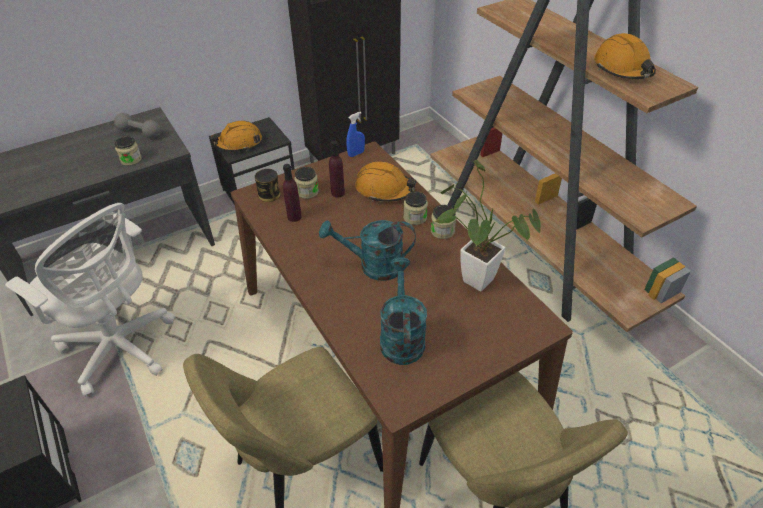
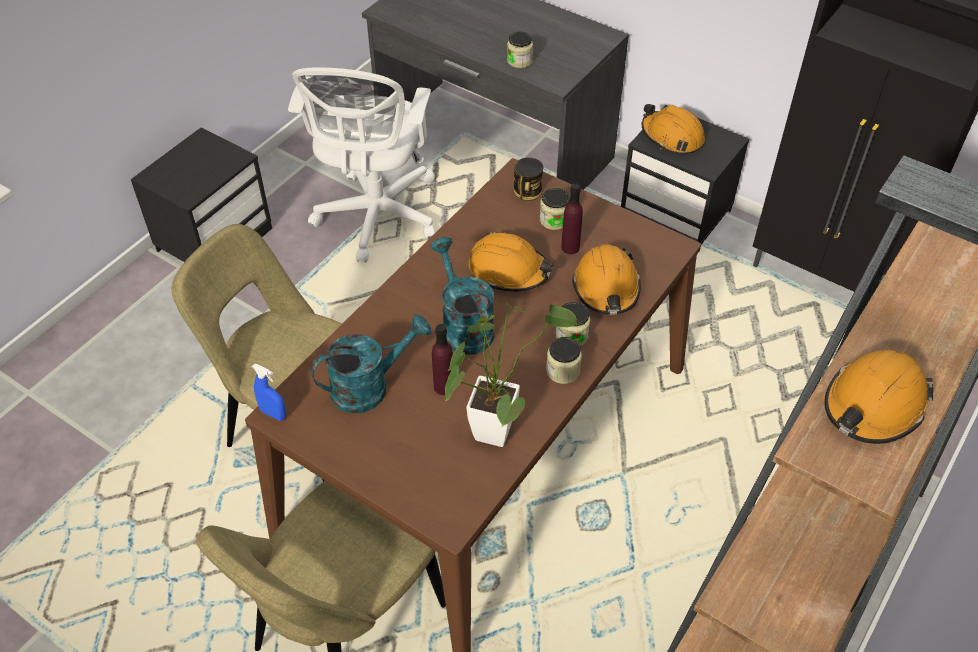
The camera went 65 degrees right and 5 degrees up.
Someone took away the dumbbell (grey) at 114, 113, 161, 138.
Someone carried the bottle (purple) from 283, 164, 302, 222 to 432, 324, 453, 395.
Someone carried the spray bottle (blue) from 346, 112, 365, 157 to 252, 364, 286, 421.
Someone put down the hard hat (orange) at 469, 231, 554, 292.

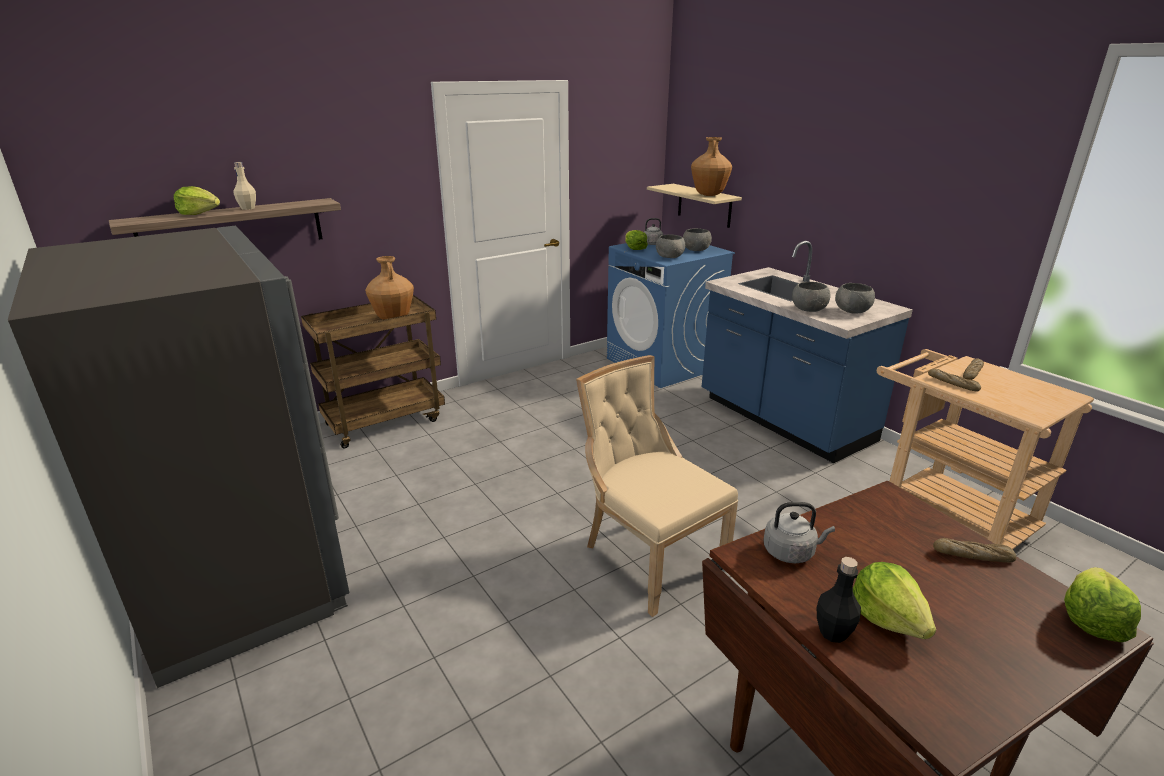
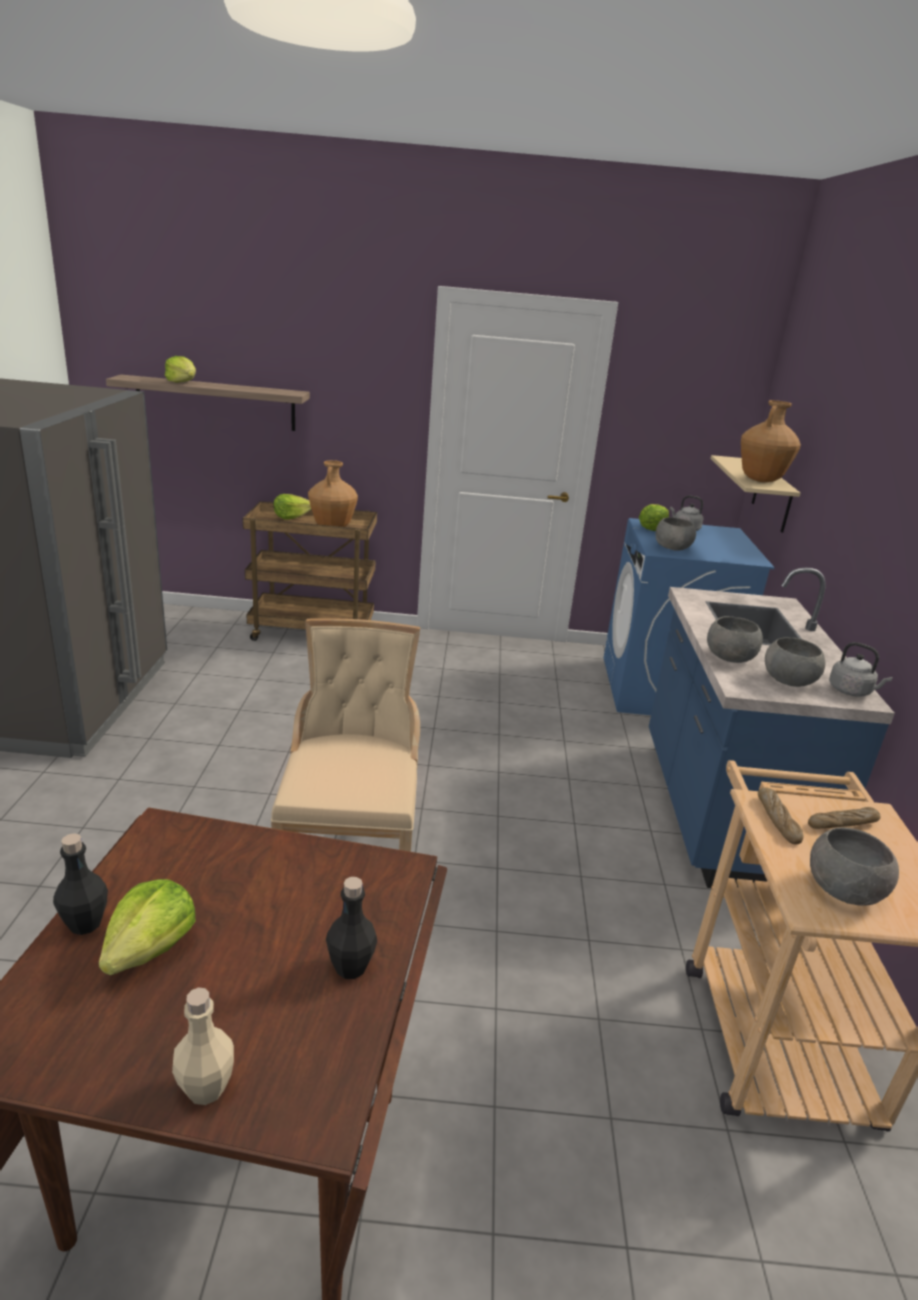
The camera went 35 degrees right and 0 degrees up.
Someone carried the bottle (beige) from 234, 162, 256, 210 to 172, 987, 234, 1105.
Someone carried the bowl (grey) from 683, 228, 712, 251 to 810, 827, 899, 906.
Someone carried the kettle (grey) from 763, 502, 835, 563 to 829, 642, 893, 697.
Someone swapped the bread at 933, 538, 1016, 563 for the bottle (black) at 326, 877, 377, 979.
Someone carried the lettuce from 1064, 567, 1141, 642 to 273, 494, 311, 520.

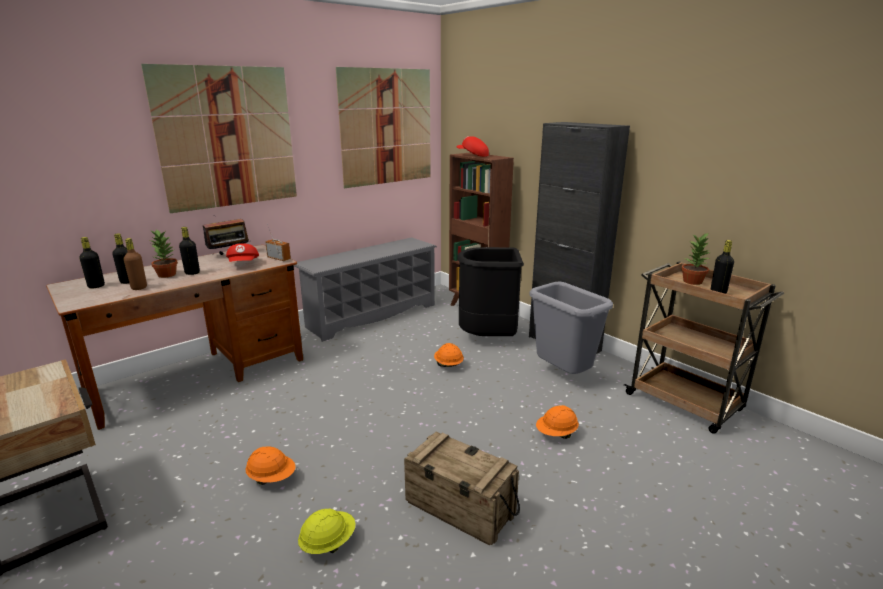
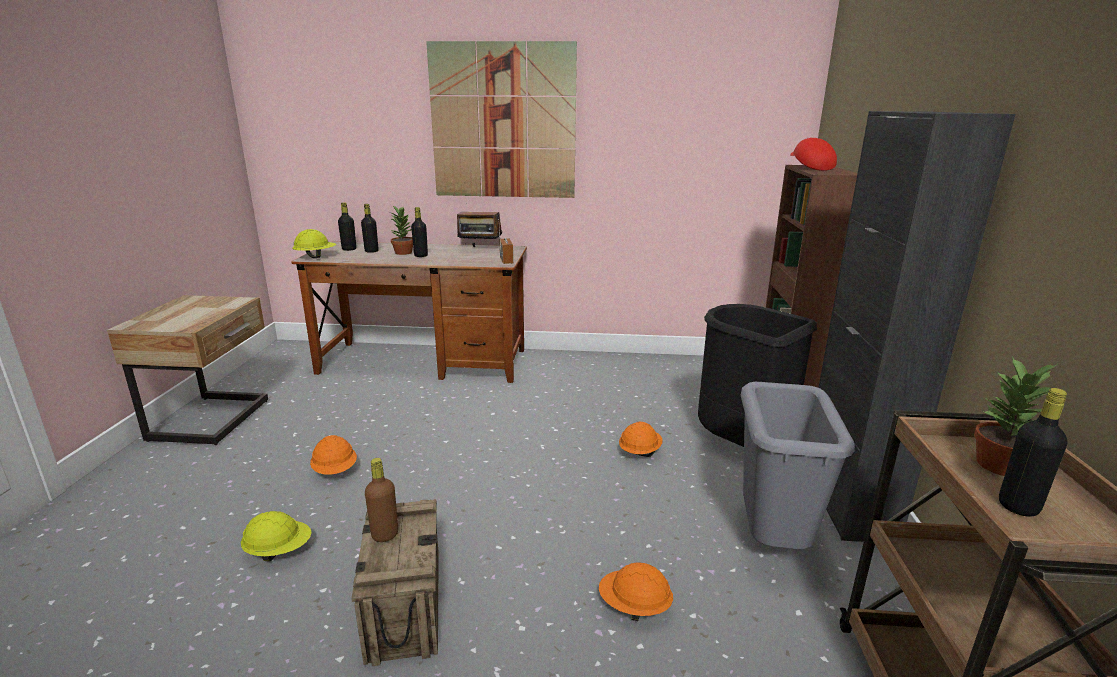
The camera went 45 degrees right and 0 degrees up.
Someone carried the bottle (brown) from 124, 238, 147, 290 to 365, 458, 398, 542.
Someone took away the cap (red) at 226, 243, 259, 262.
Someone took away the shoe rack (grey) at 294, 237, 437, 342.
Someone took away the picture at 336, 67, 431, 188.
Someone put down the hard hat (yellow) at 292, 229, 336, 258.

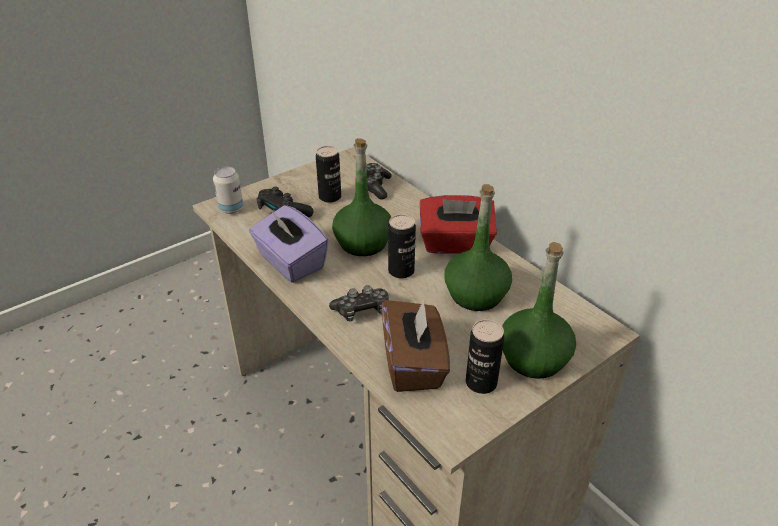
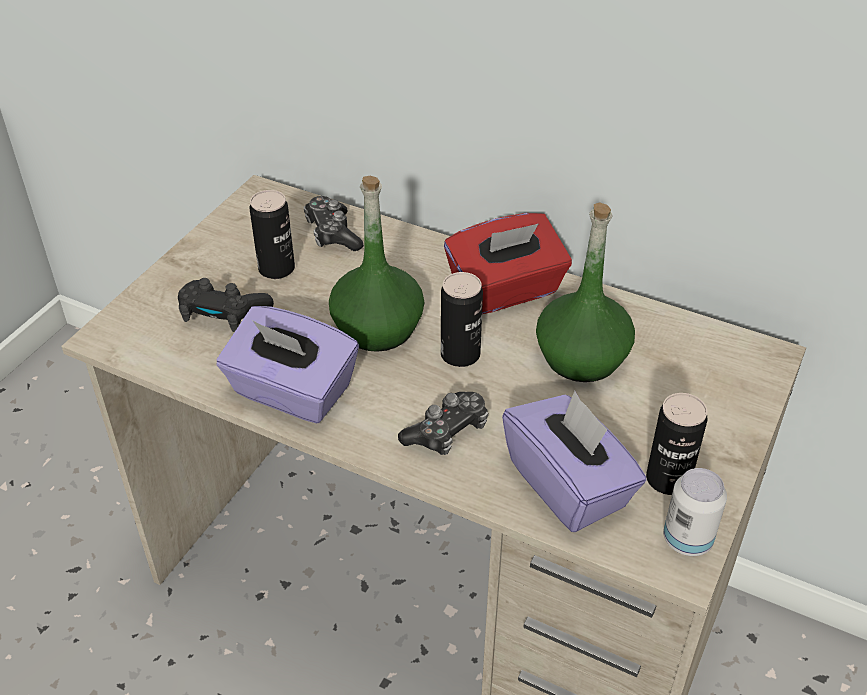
The camera went 25 degrees left and 5 degrees up.
Someone carried the can from 213, 167, 243, 214 to 663, 468, 727, 556.
Someone repainted the tissue box (brown) at 382, 298, 450, 392, which became the tissue box (purple) at 502, 391, 647, 532.
Someone took away the bottle (green) at 502, 242, 576, 379.

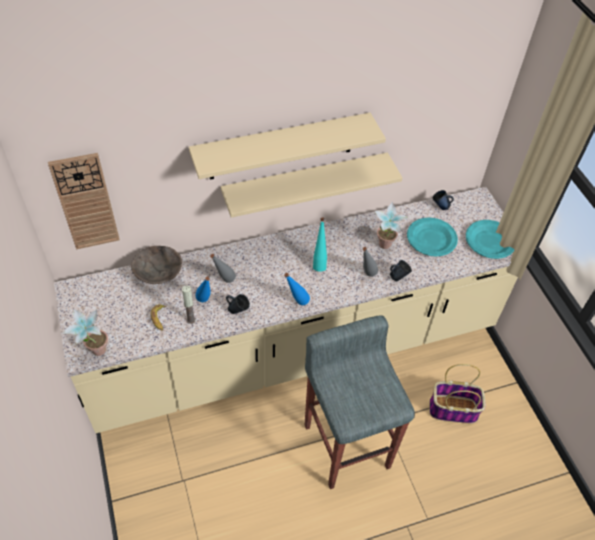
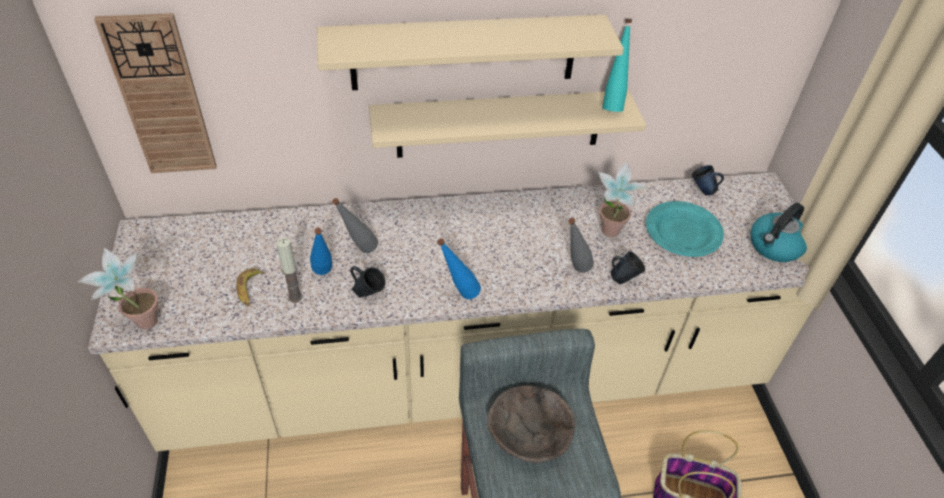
The camera went 10 degrees right and 5 degrees down.
Someone carried the bowl (brown) from 131, 246, 182, 284 to 487, 385, 575, 463.
Someone carried the bottle (turquoise) from 313, 218, 327, 272 to 602, 18, 633, 112.
Someone swapped the plate (turquoise) at 466, 220, 514, 259 for the kettle at 750, 203, 807, 262.

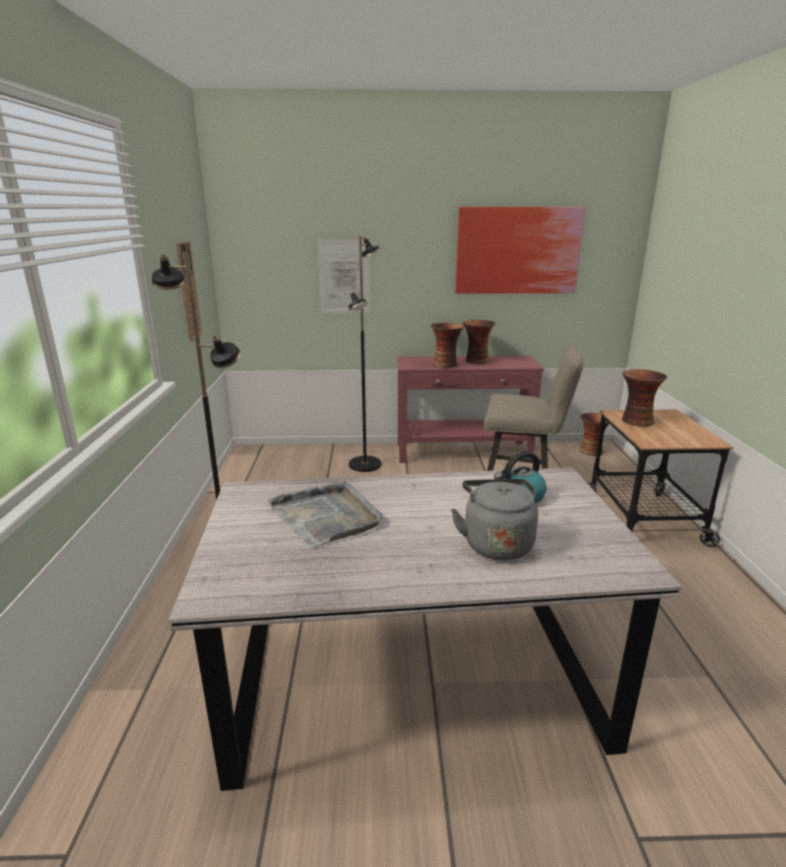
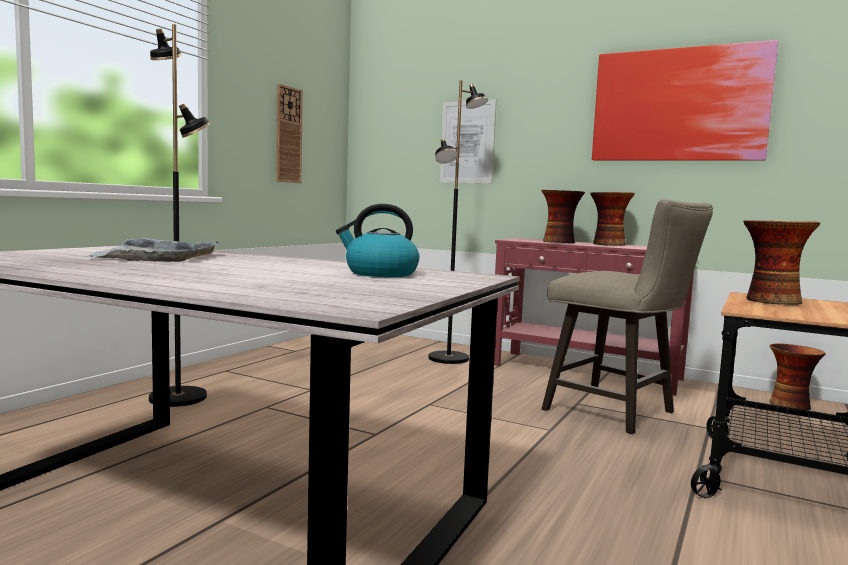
The camera went 30 degrees right and 15 degrees down.
Someone took away the kettle (grey) at 451, 479, 538, 560.

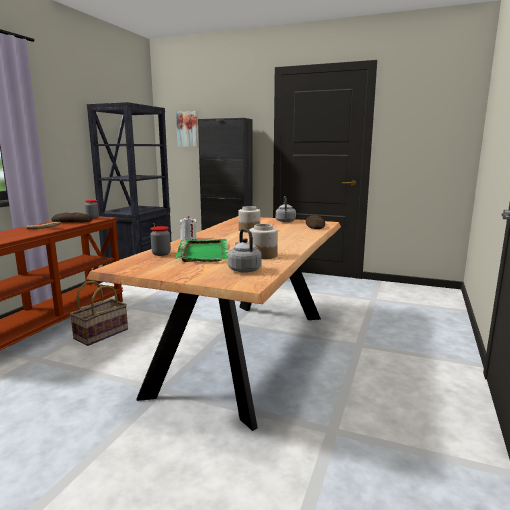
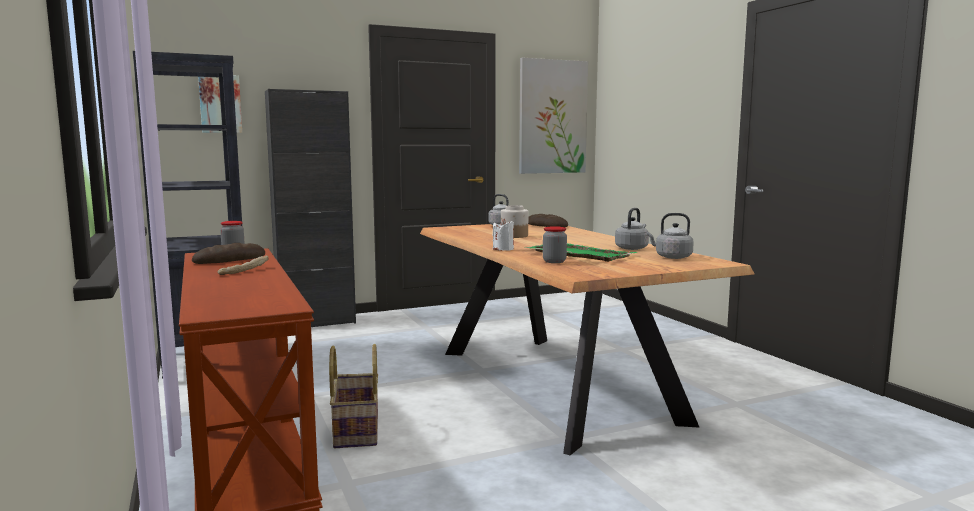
The camera went 45 degrees left and 5 degrees down.
Someone swapped the jar at 249, 224, 278, 259 for the kettle (grey) at 615, 208, 649, 250.
Someone put up the picture at 519, 58, 588, 174.

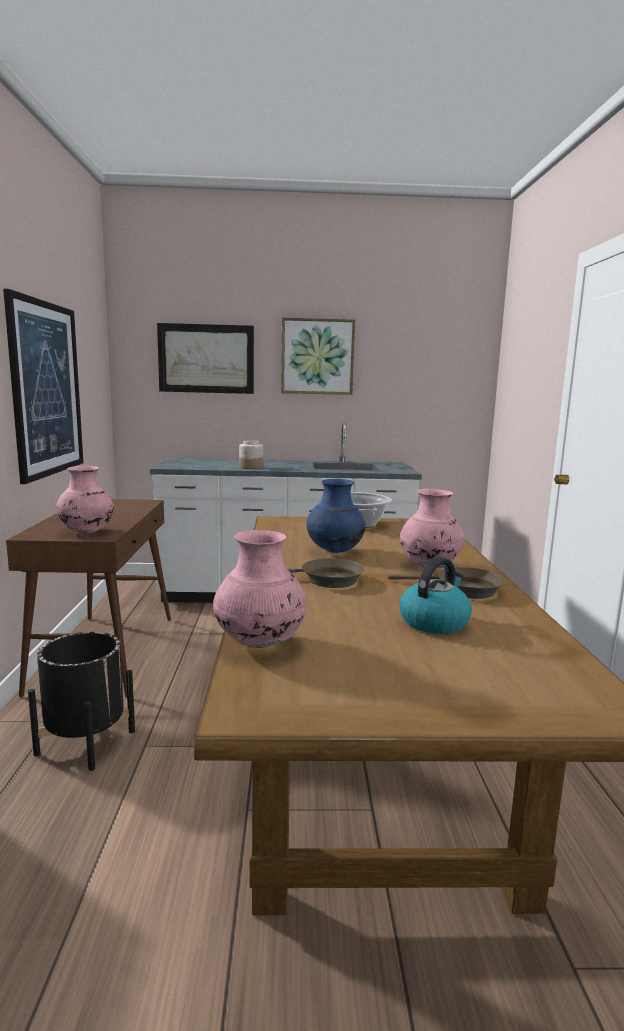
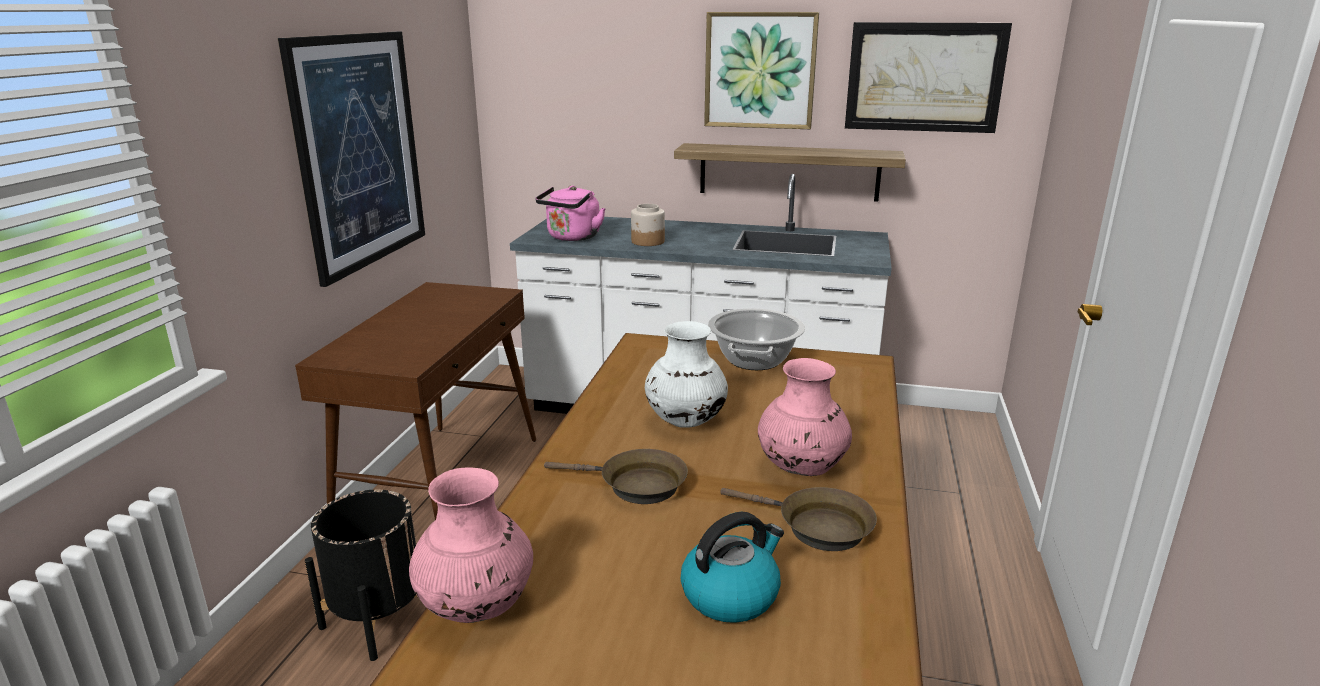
The camera went 15 degrees right and 10 degrees up.
Someone took away the vase (pink) at 56, 466, 114, 533.
Someone carried the picture from 157, 323, 254, 394 to 845, 22, 1012, 133.
Someone repainted the vase (blue) at 306, 479, 365, 553, which became the vase (white) at 645, 321, 728, 428.
Someone put down the kettle (pink) at 536, 186, 606, 241.
Someone put up the shelf at 674, 143, 906, 202.

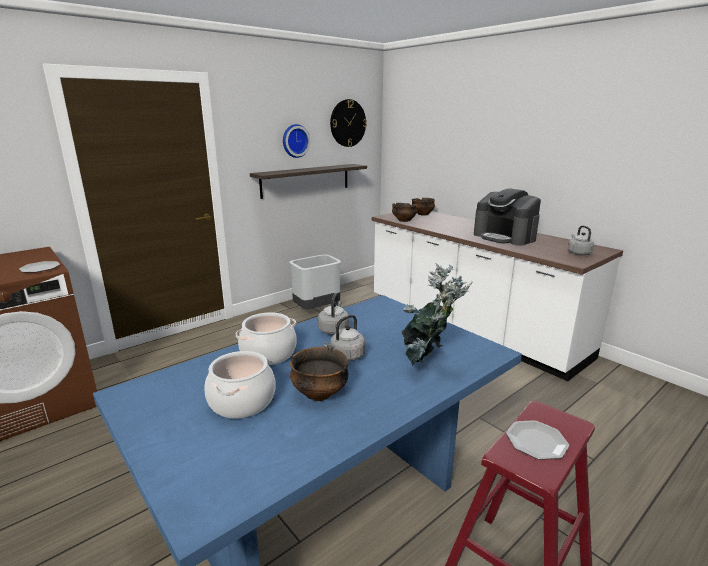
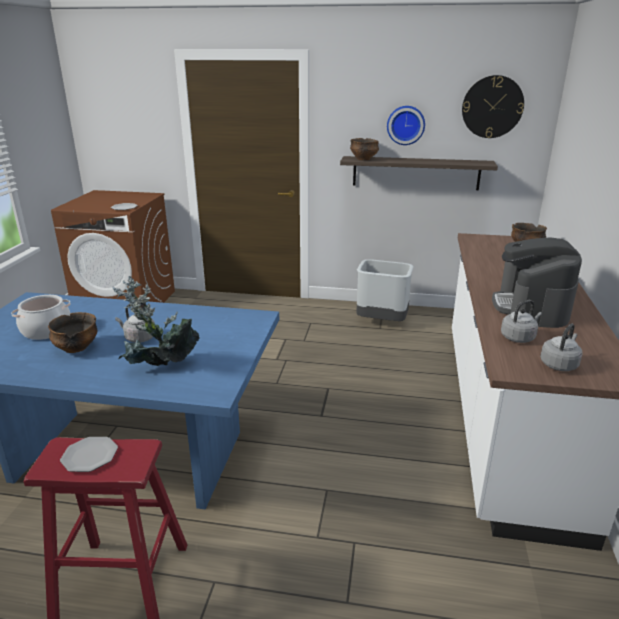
The camera went 50 degrees right and 5 degrees up.
Someone took away the cooking pot at 236, 312, 297, 365.
Someone carried the kettle (grey) from 318, 293, 349, 335 to 501, 300, 542, 343.
Someone carried the bowl from 392, 203, 417, 222 to 350, 138, 379, 160.

